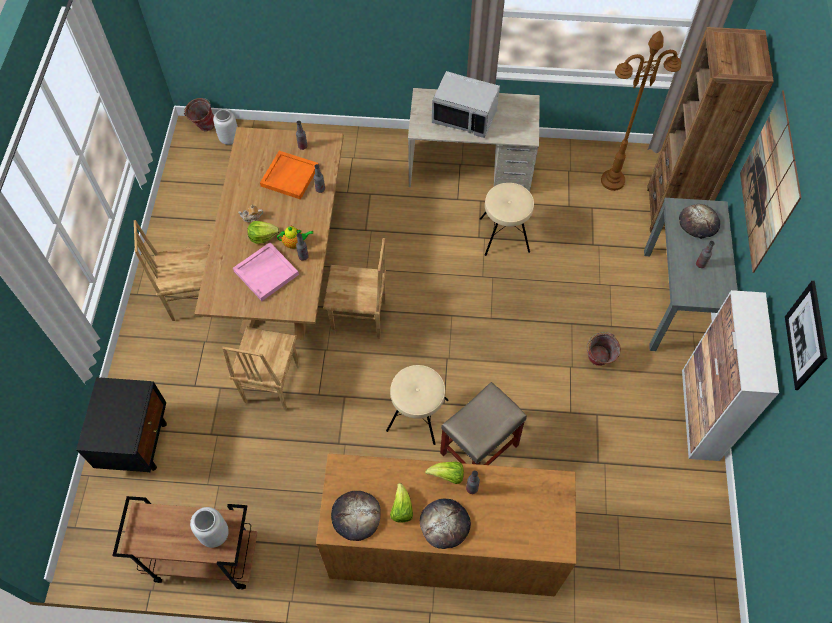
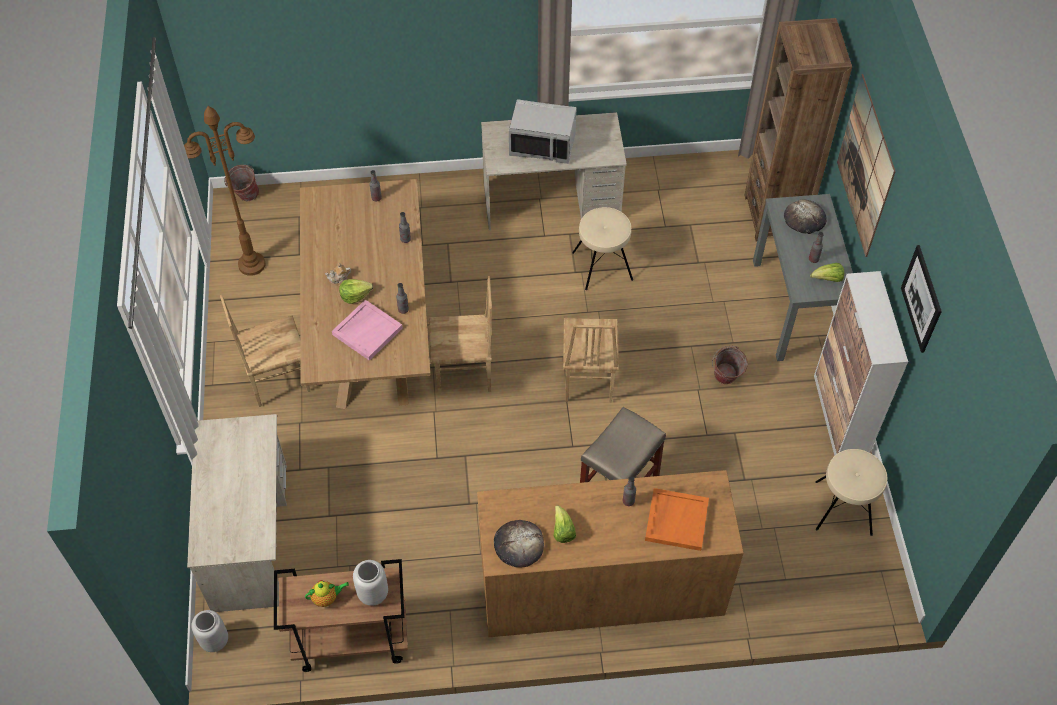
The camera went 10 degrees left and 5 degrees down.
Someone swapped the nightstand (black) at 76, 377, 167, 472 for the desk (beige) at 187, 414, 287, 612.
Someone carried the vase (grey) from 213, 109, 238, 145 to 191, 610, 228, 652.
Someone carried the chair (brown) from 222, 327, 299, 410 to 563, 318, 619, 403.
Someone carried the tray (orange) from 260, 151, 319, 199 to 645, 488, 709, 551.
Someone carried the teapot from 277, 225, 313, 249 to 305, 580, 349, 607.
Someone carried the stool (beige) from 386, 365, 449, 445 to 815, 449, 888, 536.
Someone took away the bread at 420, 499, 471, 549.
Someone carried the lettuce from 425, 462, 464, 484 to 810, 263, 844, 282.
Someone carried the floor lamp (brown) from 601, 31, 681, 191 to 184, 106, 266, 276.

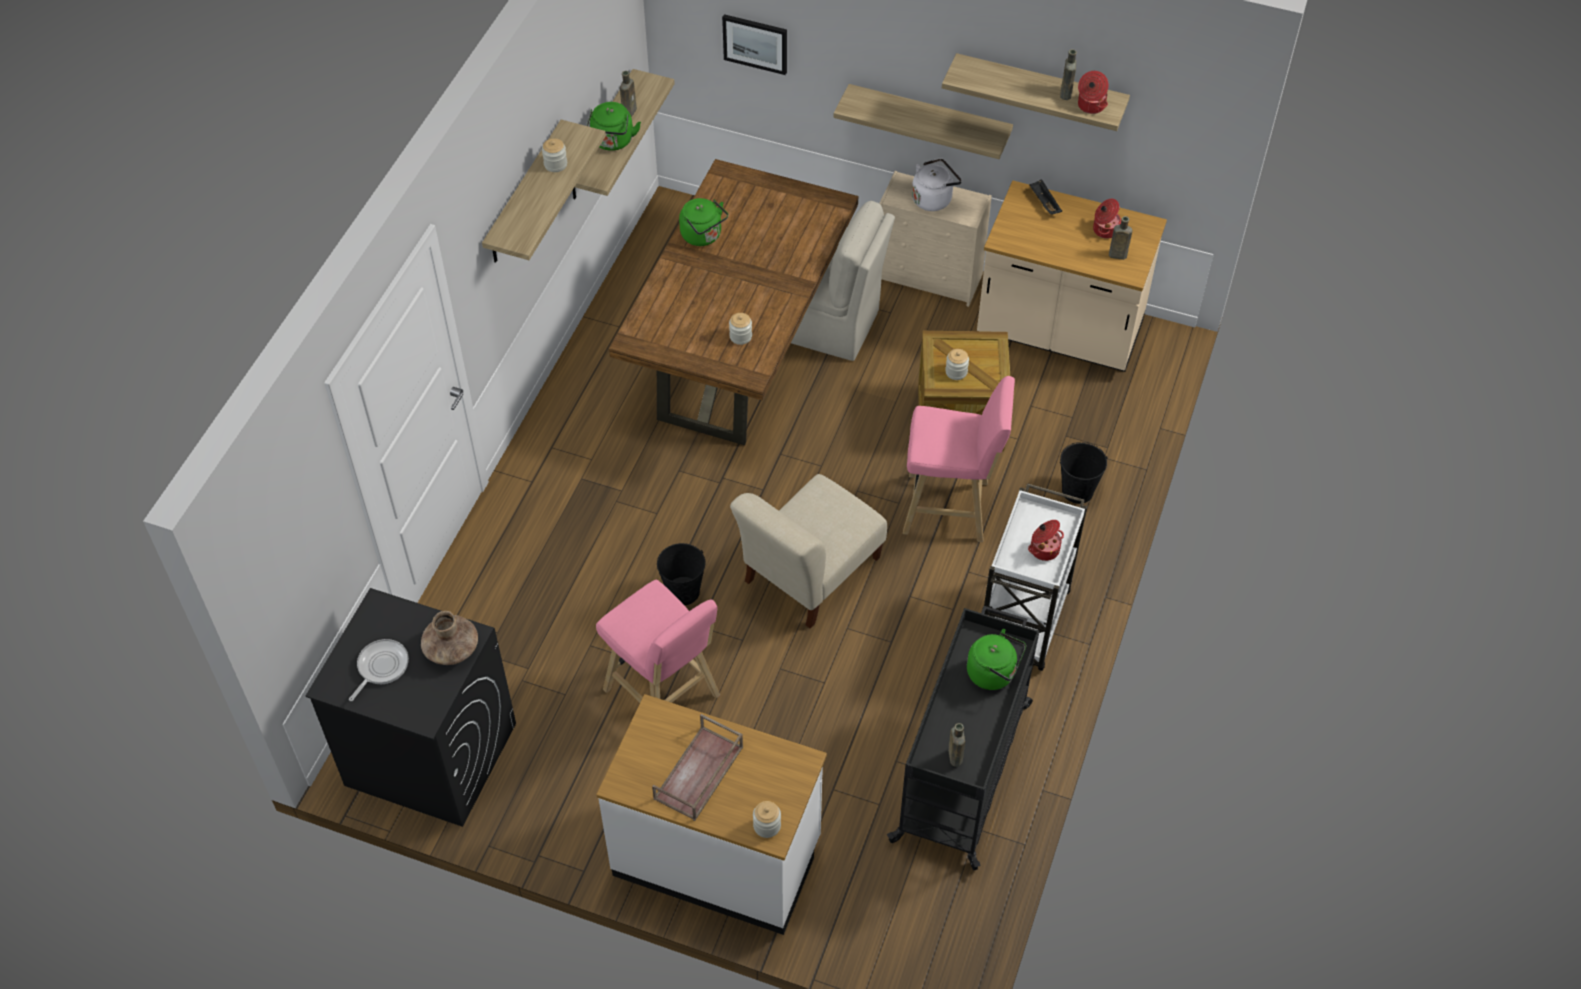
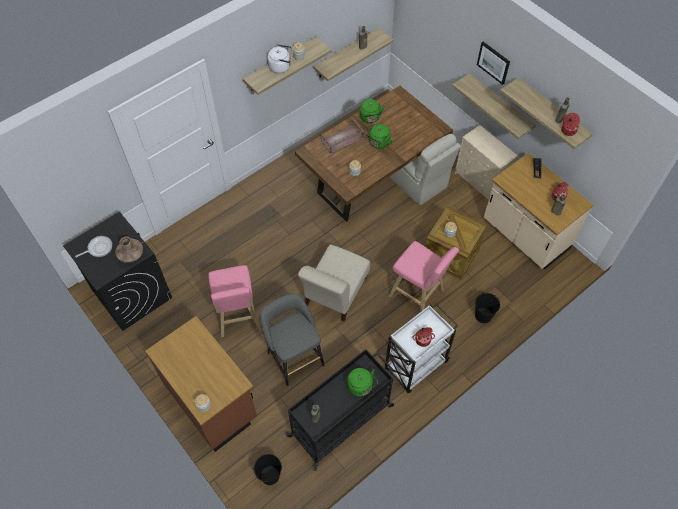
The camera went 30 degrees right and 5 degrees up.
Someone carried the kettle (green) from 587, 102, 641, 151 to 366, 124, 393, 149.
Someone repainted the counter (white) at 596, 694, 827, 935, which became the counter (brown) at 145, 316, 257, 452.
Someone carried the tray (brown) from 652, 714, 743, 821 to 321, 119, 364, 154.
Someone carried the bucket (black) from 657, 543, 705, 605 to 253, 454, 282, 485.
Someone carried the picture from 722, 14, 787, 75 to 477, 42, 510, 85.
Someone rotated the chair (beige) at 730, 474, 887, 628 by 45 degrees counterclockwise.
Someone carried the kettle (white) from 912, 158, 962, 211 to 267, 45, 292, 73.
Someone put down the stool (grey) at 260, 293, 324, 386.

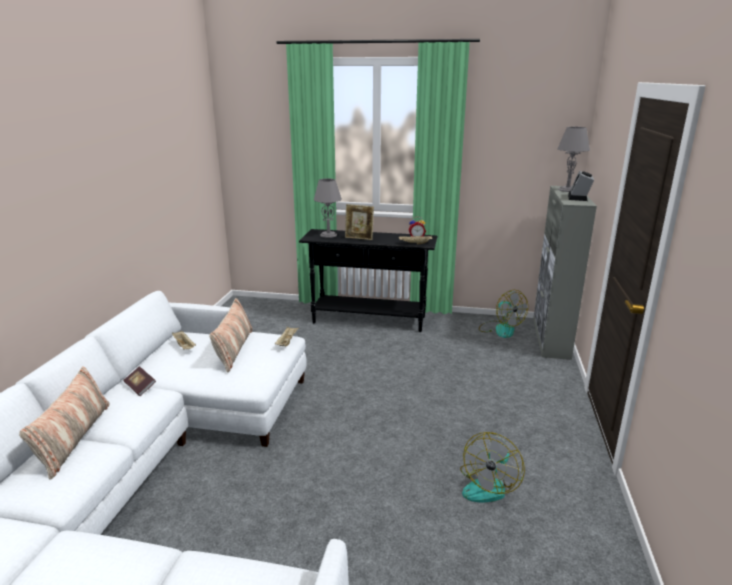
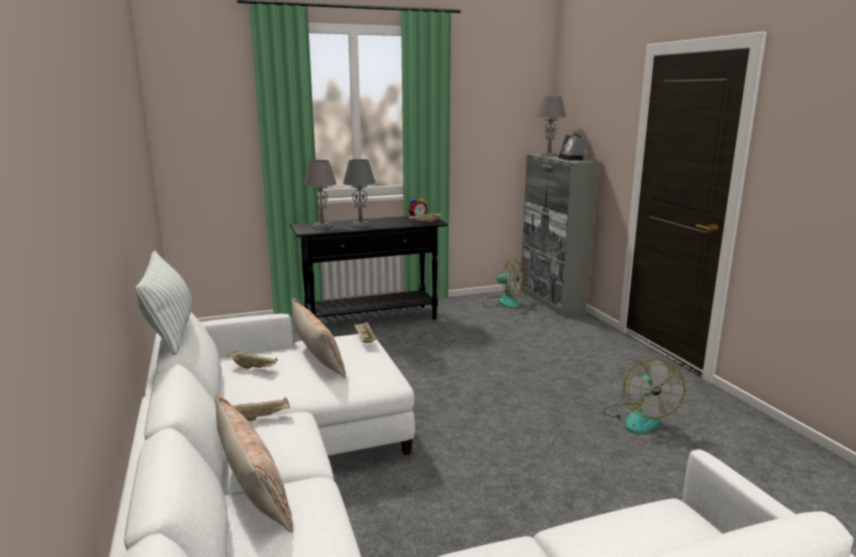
The camera went 30 degrees left and 5 degrees down.
Someone swapped the book at 123, 366, 156, 396 for the tray (beige) at 233, 397, 290, 421.
Someone swapped the picture frame at 345, 204, 374, 240 for the table lamp (grey) at 343, 159, 376, 227.
Someone put down the pillow at 135, 251, 192, 355.

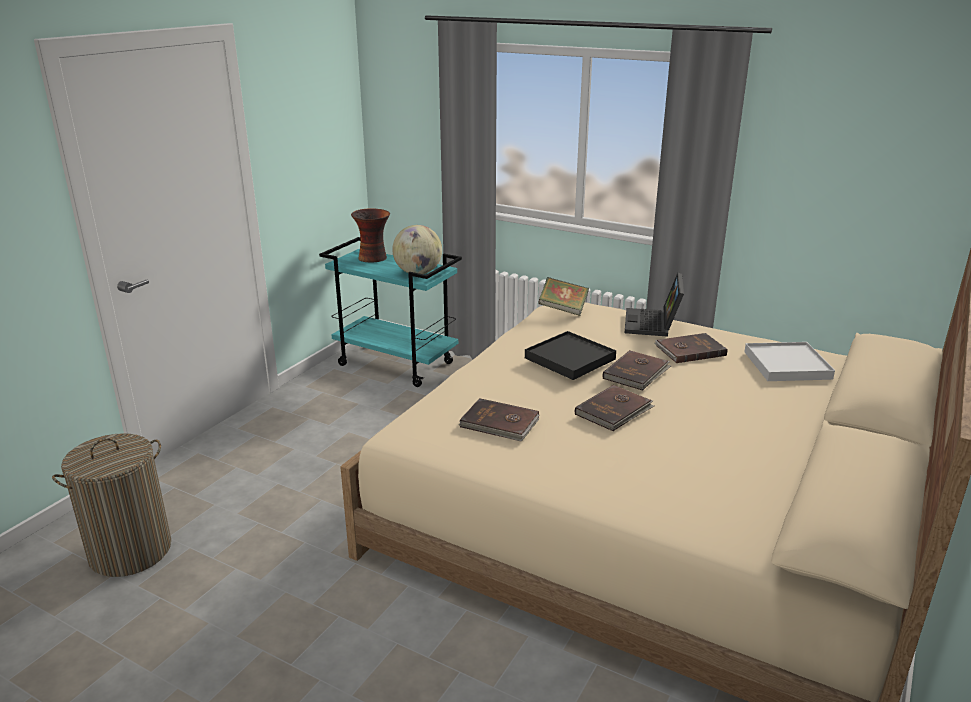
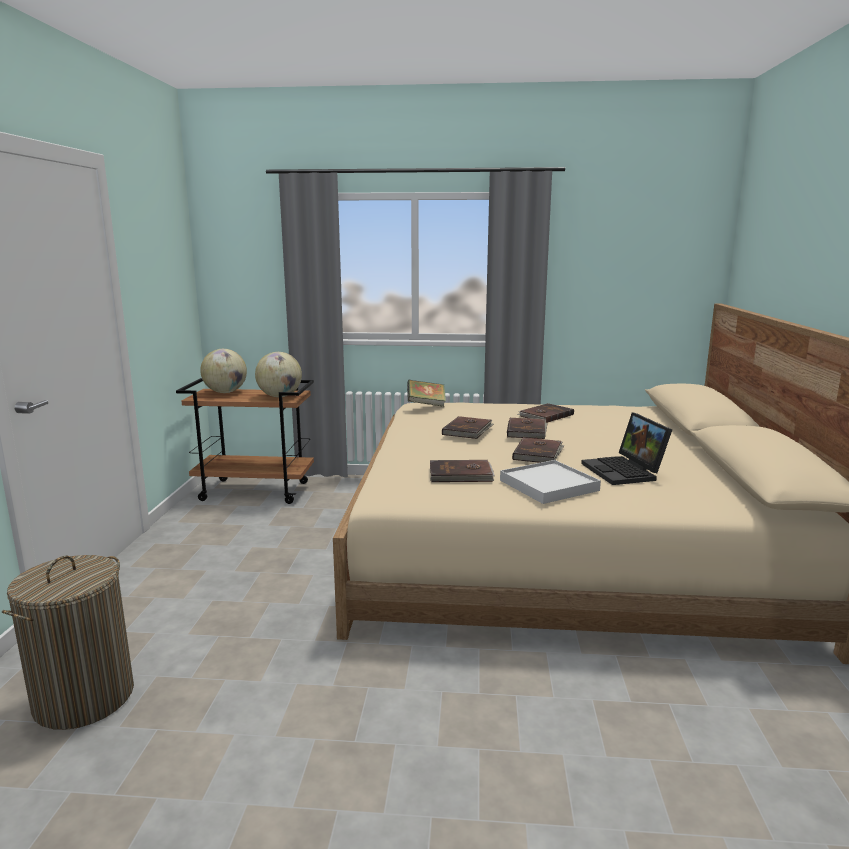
The camera went 25 degrees left and 10 degrees down.
Someone repainted the cart (turquoise) at 319, 237, 462, 387, which became the cart (brown) at 176, 378, 314, 504.
Someone swapped the vase at 351, 208, 390, 263 for the globe at 200, 349, 247, 393.
Someone swapped the tray (black) at 525, 331, 616, 380 for the book (brown) at 442, 416, 494, 439.
Someone carried the laptop from 624, 273, 684, 337 to 581, 412, 672, 485.
Someone carried the tray (white) from 744, 342, 835, 381 to 500, 460, 601, 504.

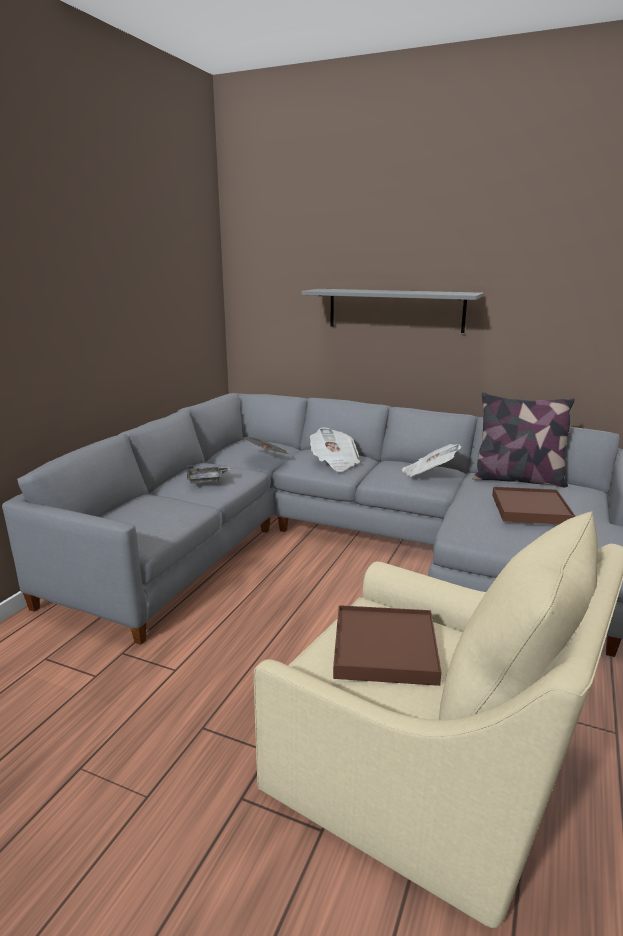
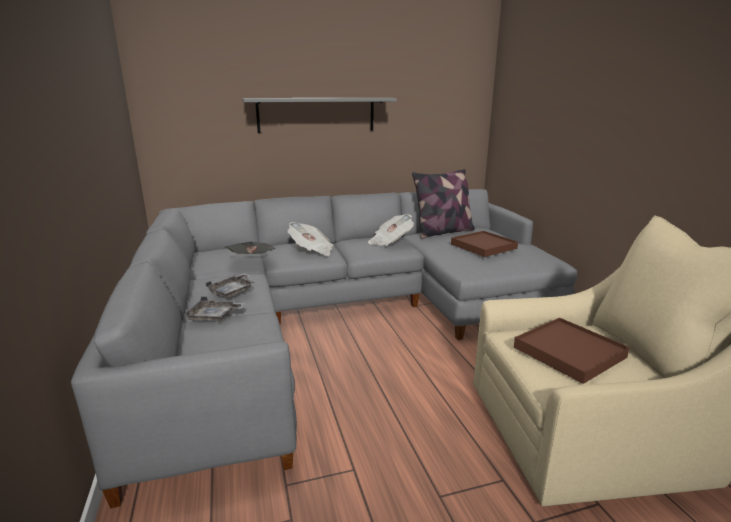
The camera went 40 degrees left and 0 degrees up.
Someone put down the tray (grey) at 183, 296, 245, 322.

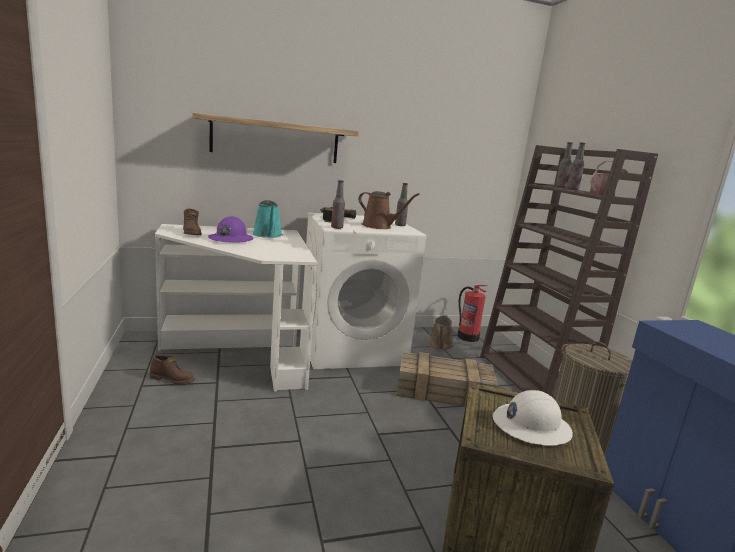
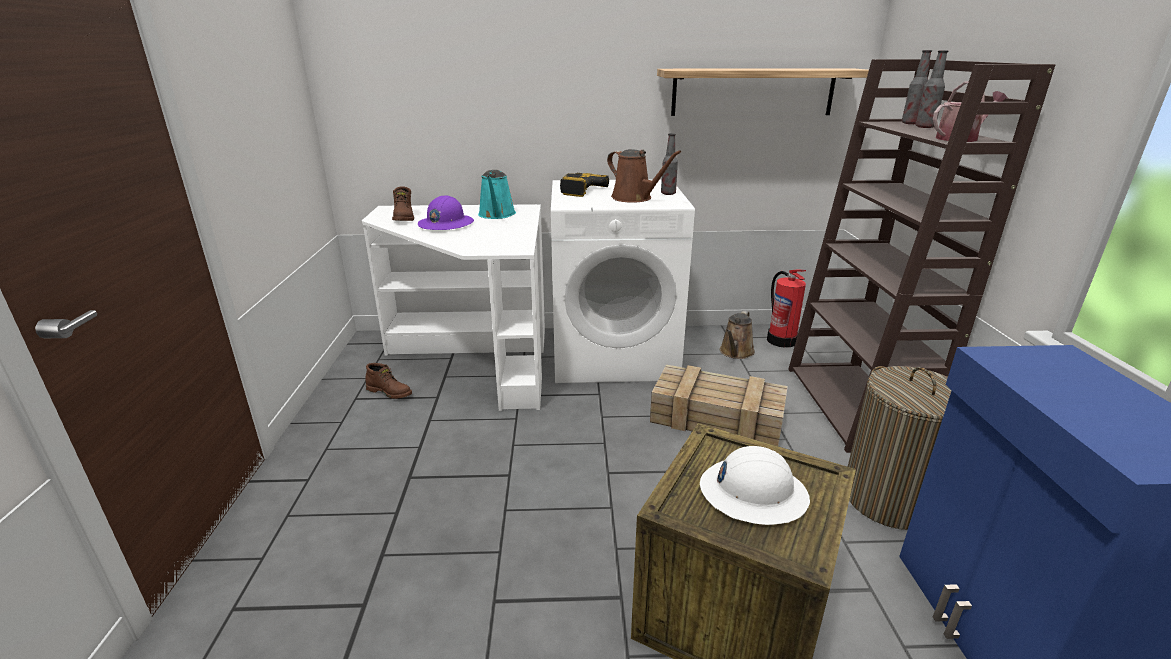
The camera went 15 degrees right and 10 degrees up.
Someone carried the shelf from 193, 113, 359, 163 to 657, 68, 869, 116.
Someone took away the bottle at 331, 180, 345, 229.

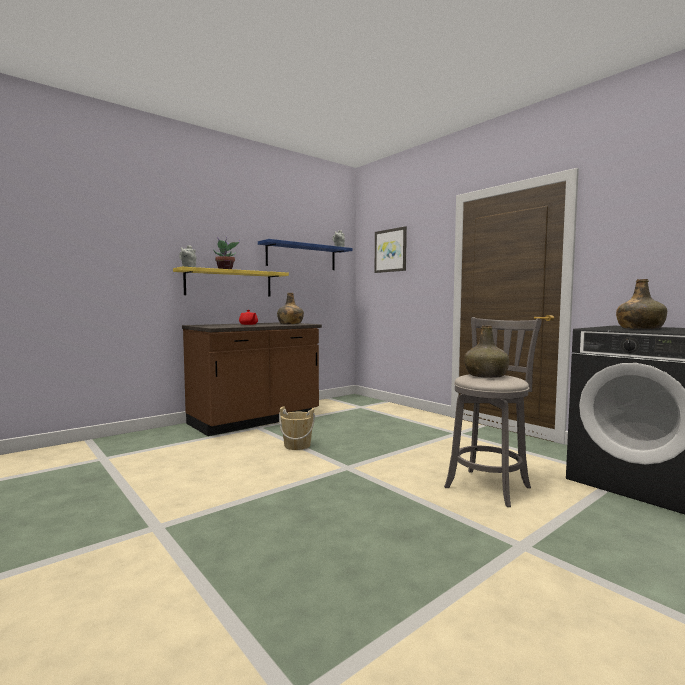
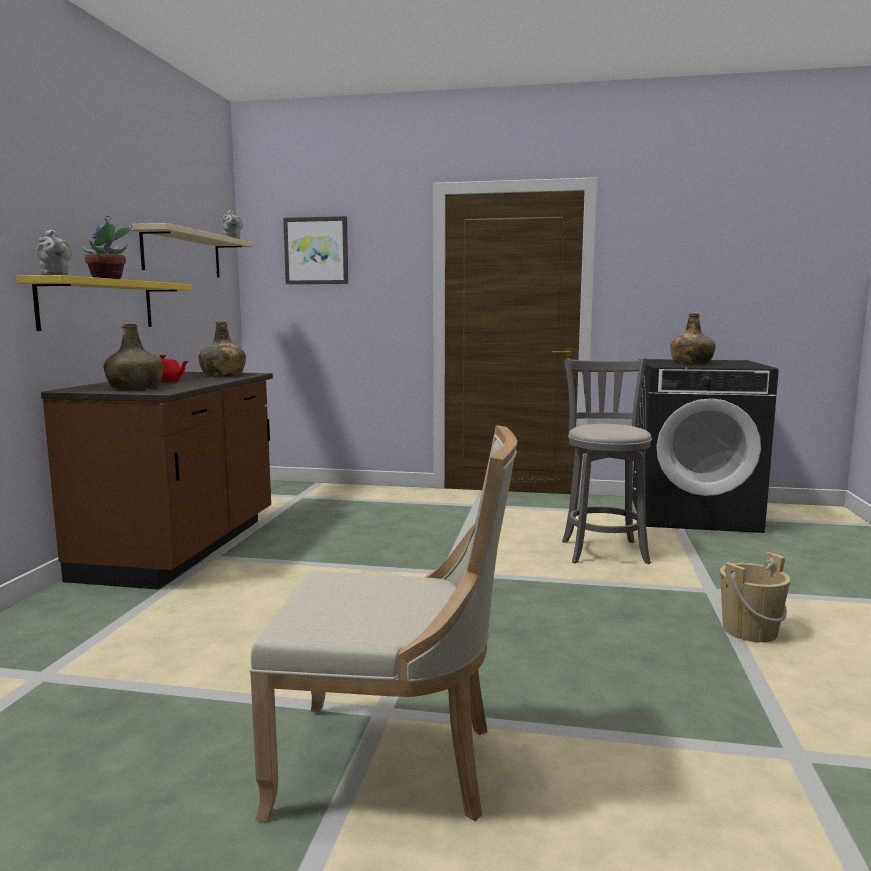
The camera went 40 degrees left and 5 degrees up.
Someone repainted the shelf (blue) at 258, 239, 352, 270, which became the shelf (beige) at 129, 223, 253, 278.
Someone carried the bucket (beige) from 279, 406, 315, 450 to 720, 552, 790, 642.
Someone carried the bottle (green) from 464, 326, 509, 378 to 104, 324, 163, 390.
Someone put down the chair (beige) at 250, 425, 518, 821.

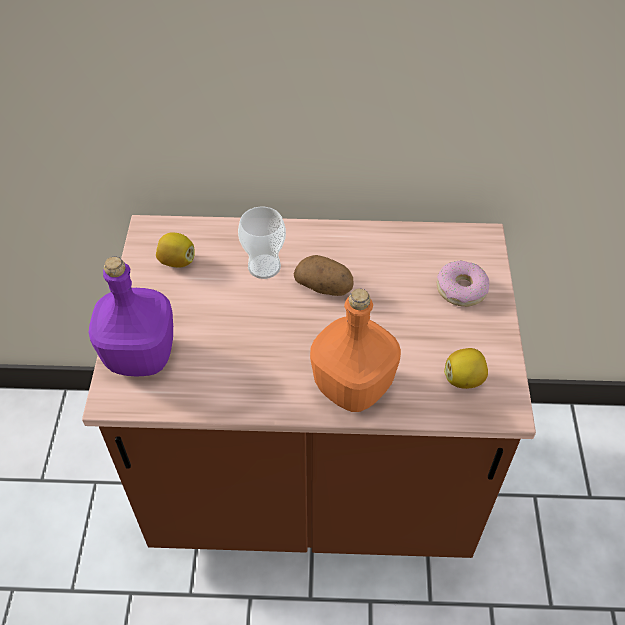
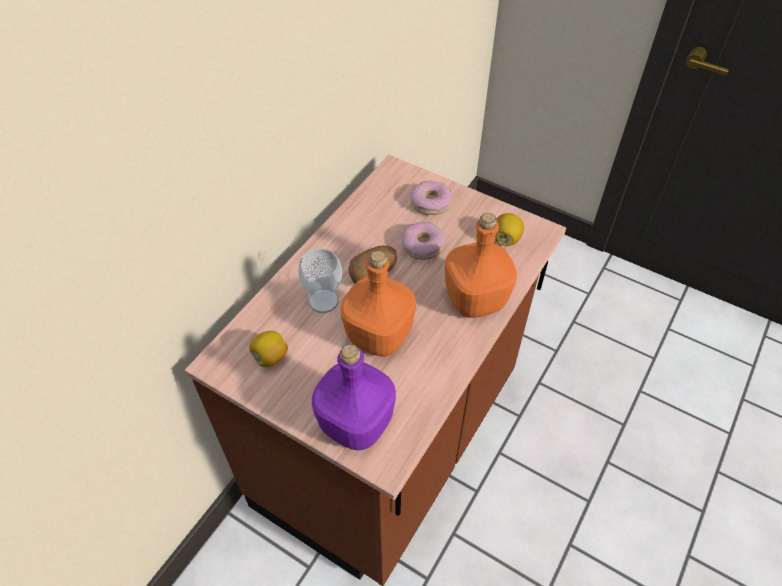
The camera went 60 degrees left and 0 degrees up.
Someone put down the bottle (orange) at 340, 251, 416, 357.
Someone put down the donut at 401, 222, 445, 260.

